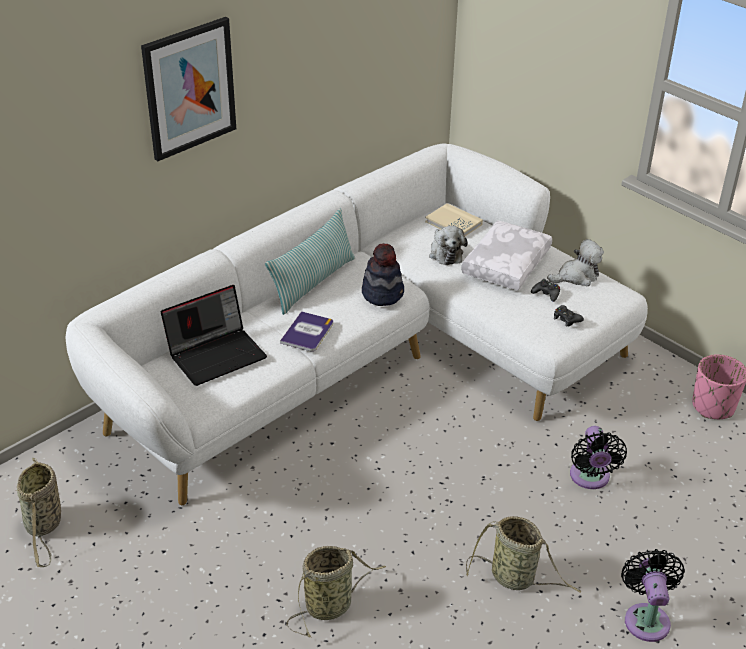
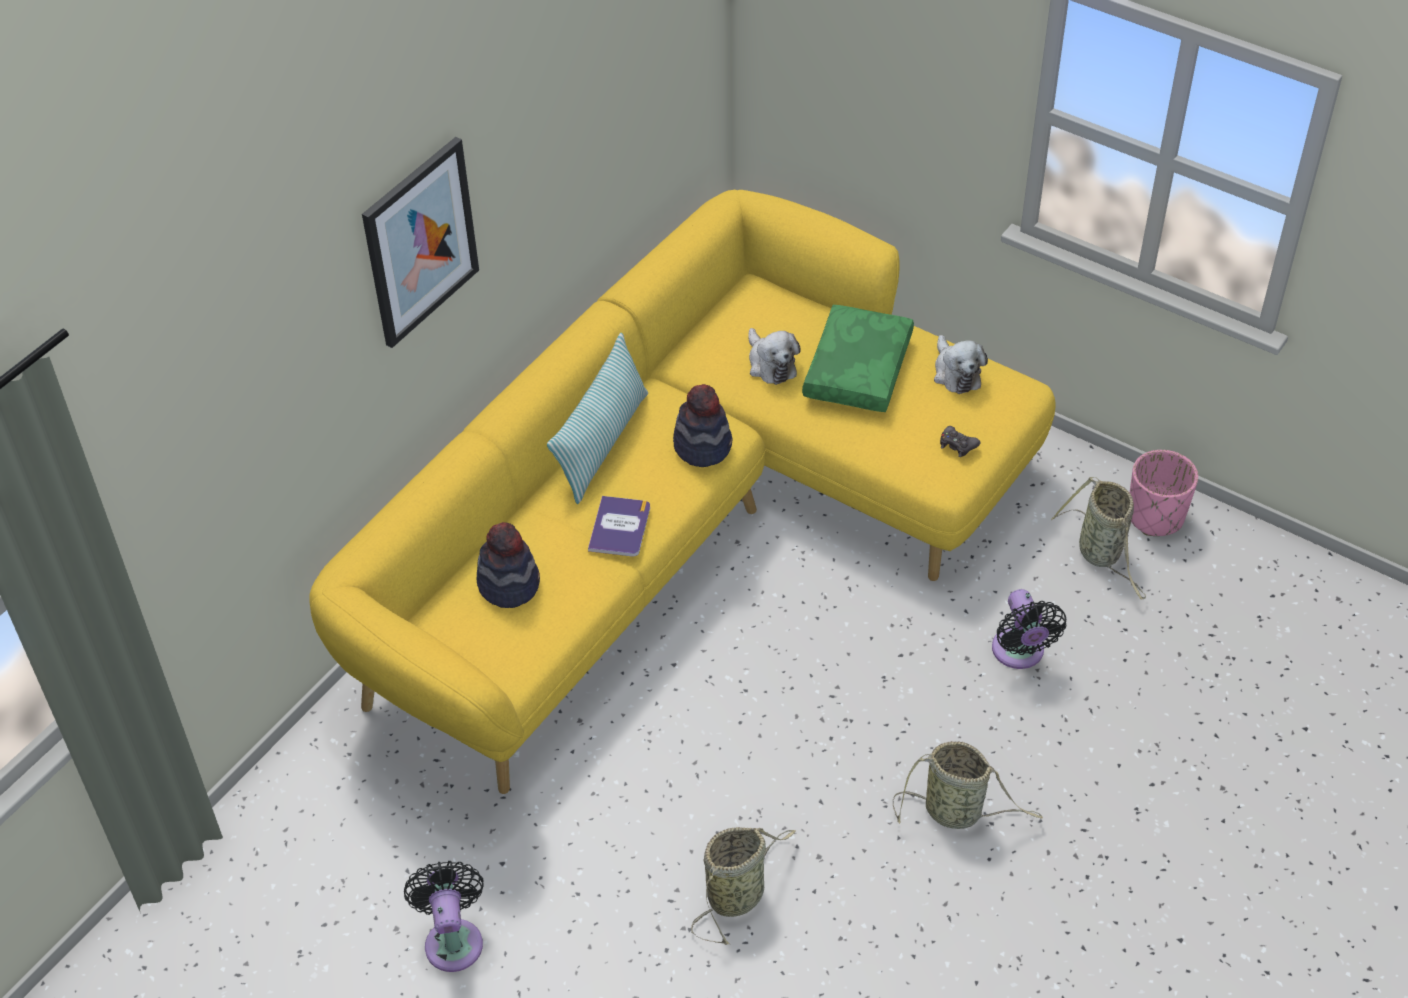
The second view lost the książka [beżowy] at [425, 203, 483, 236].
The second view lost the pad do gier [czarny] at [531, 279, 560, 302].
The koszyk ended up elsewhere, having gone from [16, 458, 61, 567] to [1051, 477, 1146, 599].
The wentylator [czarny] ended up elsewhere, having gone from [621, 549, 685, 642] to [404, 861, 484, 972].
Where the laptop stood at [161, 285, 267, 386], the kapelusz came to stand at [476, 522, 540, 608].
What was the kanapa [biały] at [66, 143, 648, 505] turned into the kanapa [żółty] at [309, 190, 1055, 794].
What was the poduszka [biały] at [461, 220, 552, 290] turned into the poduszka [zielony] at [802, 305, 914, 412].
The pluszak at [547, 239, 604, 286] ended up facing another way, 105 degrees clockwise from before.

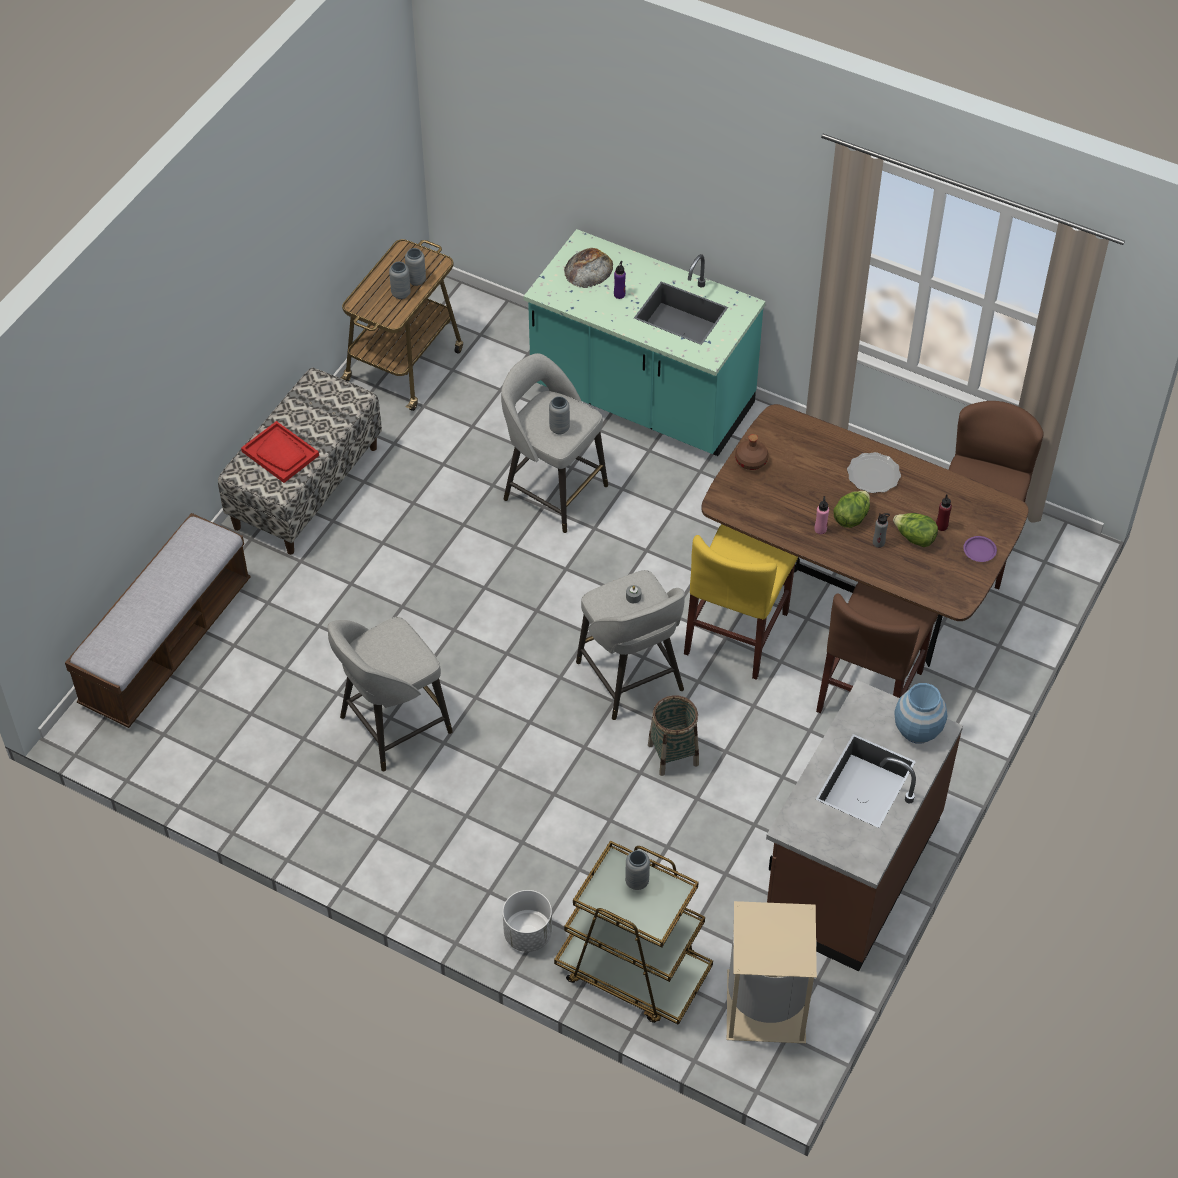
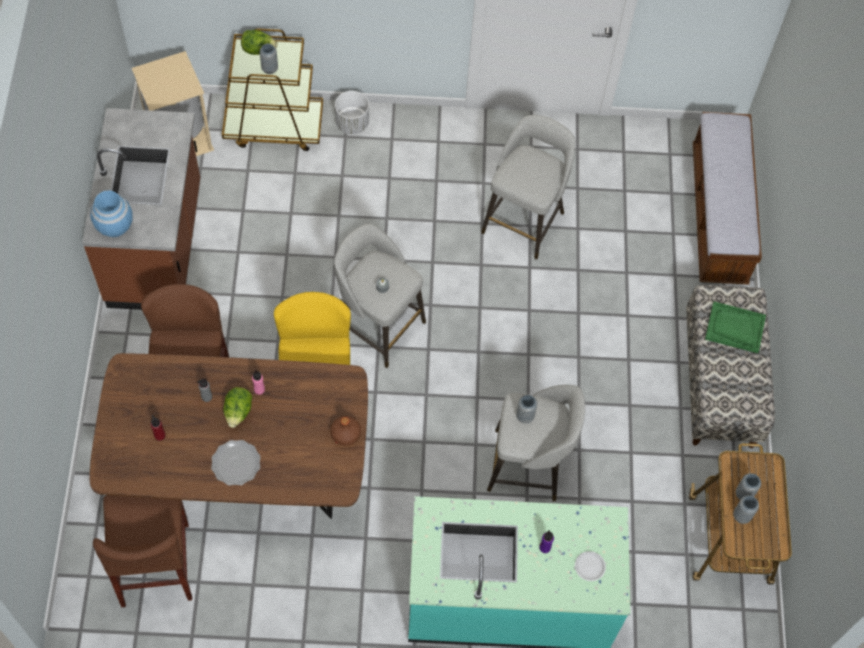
The second view lost the koszyk at [648, 695, 699, 776].
The second view lost the talerz [fioletowy] at [963, 536, 997, 562].
The sałata ended up elsewhere, having gone from [893, 513, 938, 547] to [241, 30, 278, 55].
Where the chleb stood at [564, 248, 613, 288], the talerz [biały] came to stand at [575, 551, 606, 581].
What was the taca [czerwony] at [241, 421, 319, 483] turned into the taca [zielony] at [705, 301, 766, 353].

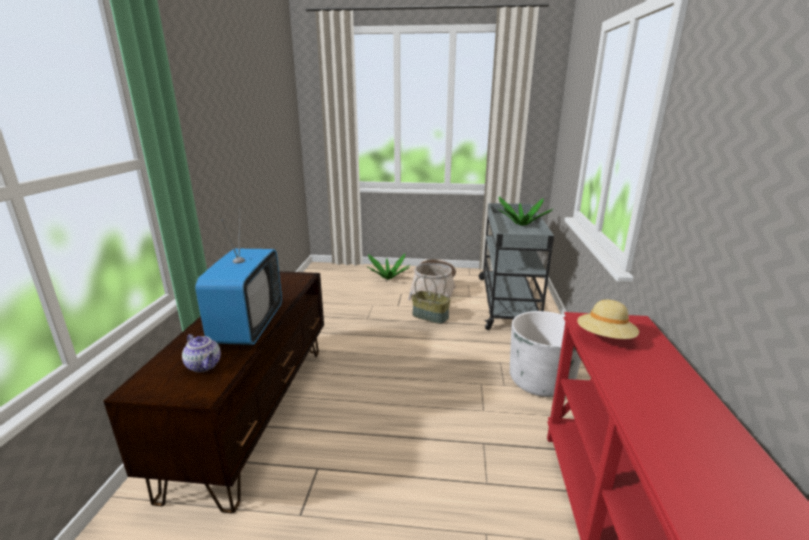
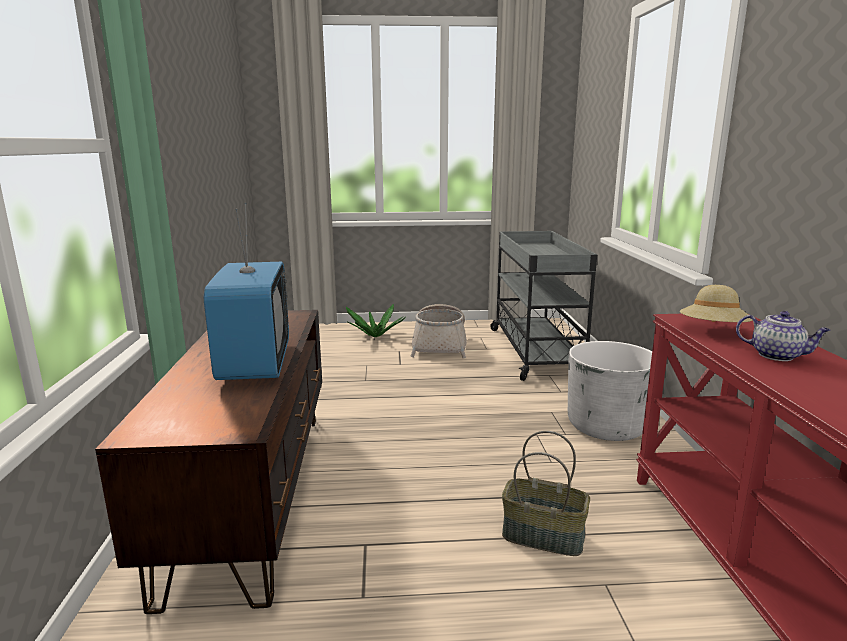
The second view lost the roślina doniczkowa at [497, 196, 553, 226].
The imbryk ended up elsewhere, having gone from [182, 334, 221, 372] to [736, 311, 831, 361].
The koszyk ended up elsewhere, having gone from [412, 269, 451, 324] to [502, 431, 590, 556].

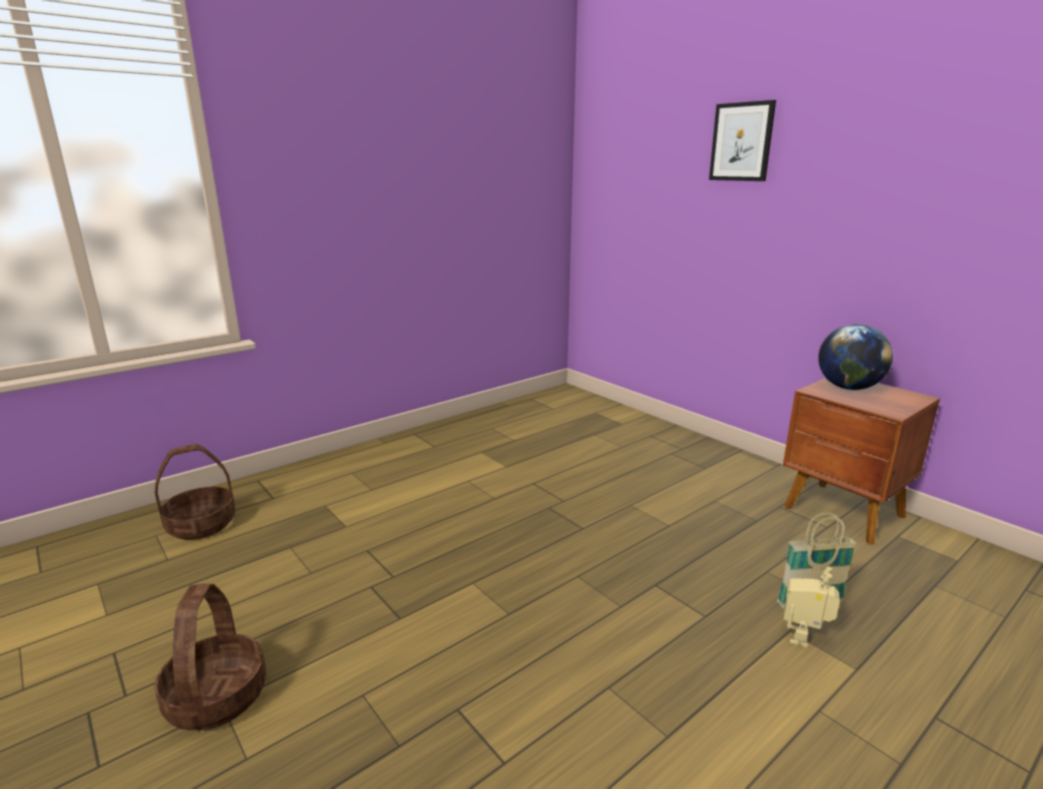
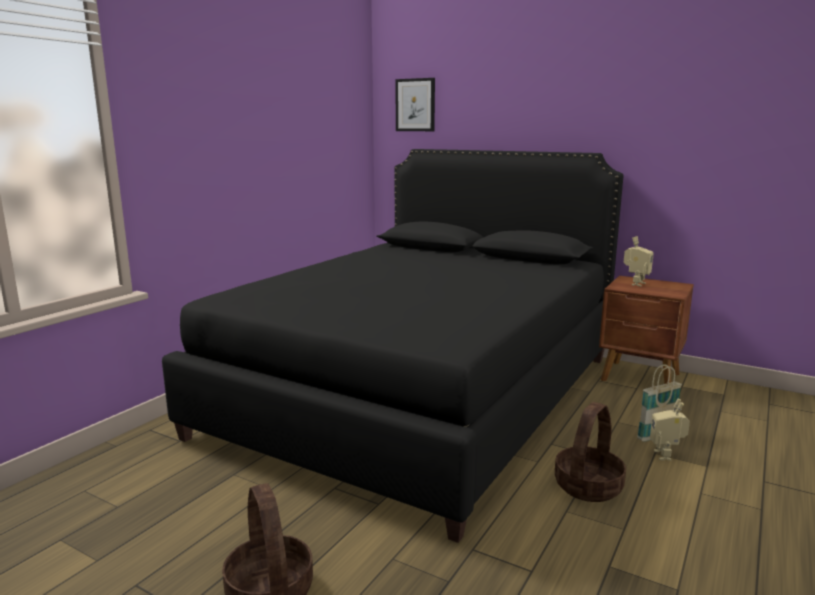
The second view gained the łóżko [czarny] at [162, 149, 624, 543].
The koszyk ended up elsewhere, having gone from [155, 444, 235, 540] to [555, 402, 626, 502].
The obraz ended up elsewhere, having gone from [709, 100, 776, 181] to [396, 78, 435, 131].
Where the globus stood at [818, 324, 893, 390], the robot zabawkowy came to stand at [624, 236, 654, 286].

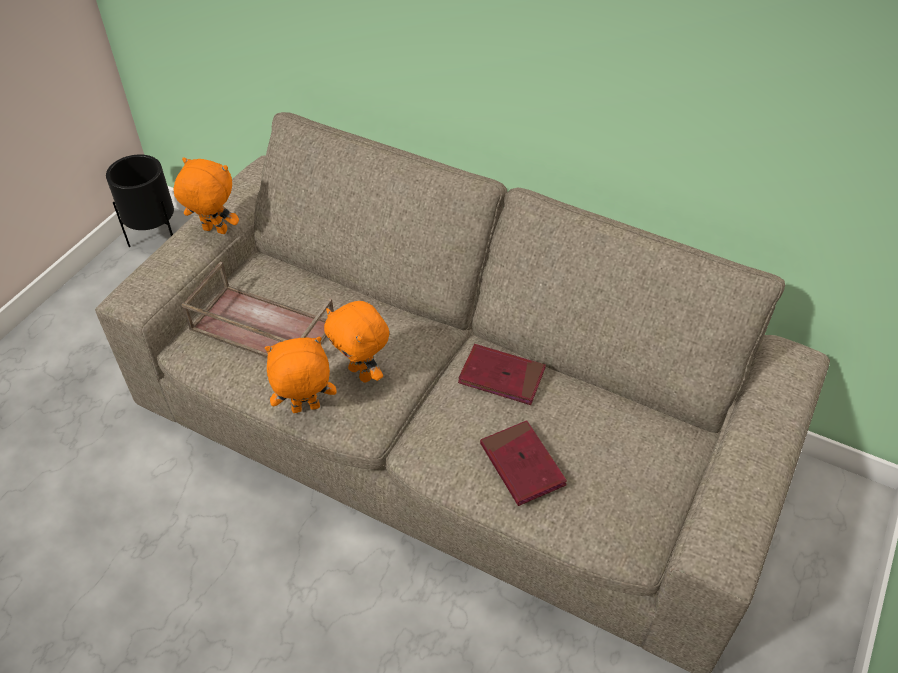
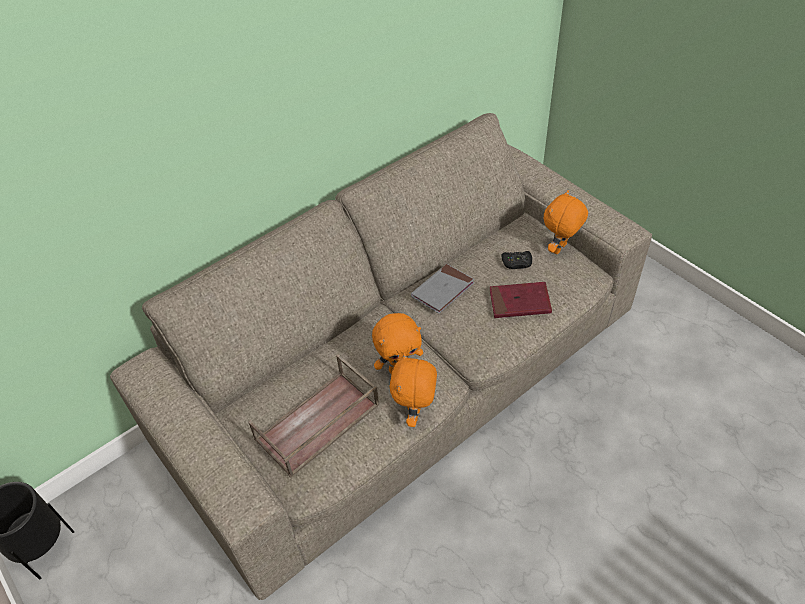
The second view gained the pad do gier [czarny] at [502, 251, 532, 269].
The pluszak [pomarańczowy] ended up elsewhere, having gone from [174, 157, 239, 234] to [544, 190, 588, 254].
What was the książka [czerwony] at [458, 344, 546, 405] turned into the książka [szary] at [411, 264, 475, 314].

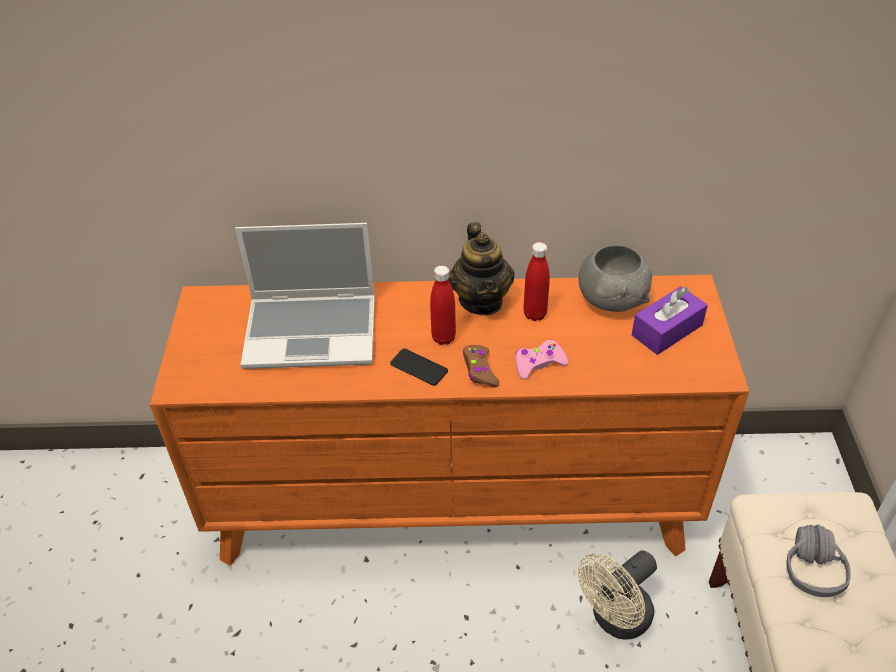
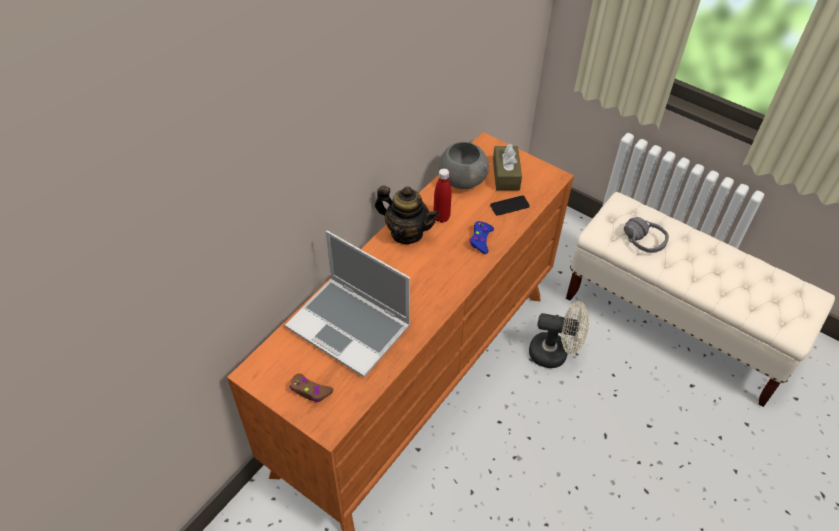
The second view lost the butelka [czerwony] at [430, 266, 456, 345].
The telefon ended up elsewhere, having gone from [390, 348, 448, 386] to [490, 195, 530, 216].
The pad do gier [brązowy] ended up elsewhere, having gone from [463, 345, 499, 387] to [289, 373, 334, 402].
What was the pad do gier [różowy] at [515, 340, 568, 379] turned into the pad do gier [niebieski] at [469, 221, 494, 254].
What was the pudełko chusteczek [fioletowy] at [632, 286, 708, 355] turned into the pudełko chusteczek [brązowy] at [493, 143, 522, 190].
The laptop at [235, 223, 375, 369] ended up facing another way, 90 degrees clockwise from before.
The wentylator [beżowy] at [578, 550, 657, 640] ended up facing another way, 75 degrees counterclockwise from before.

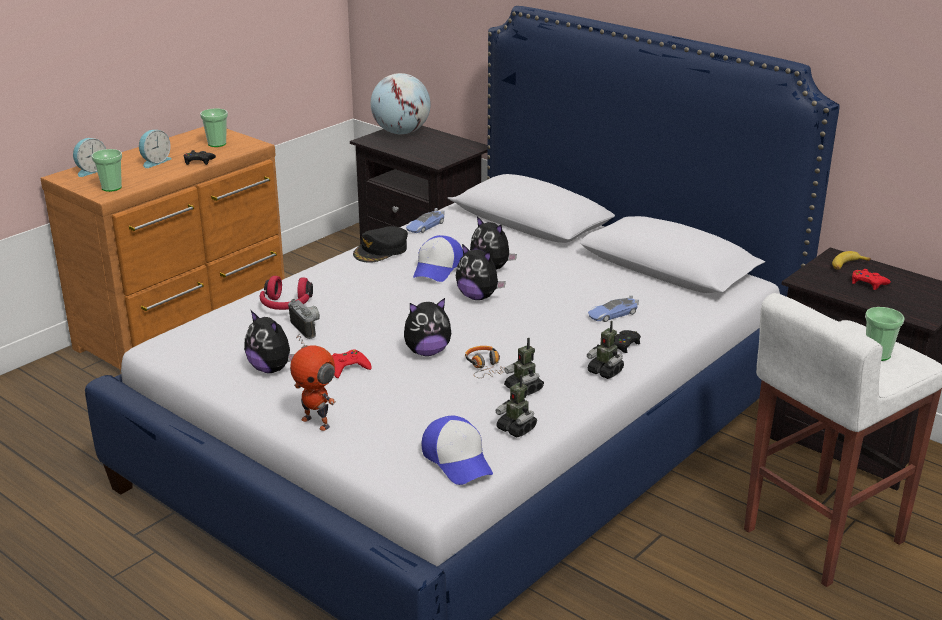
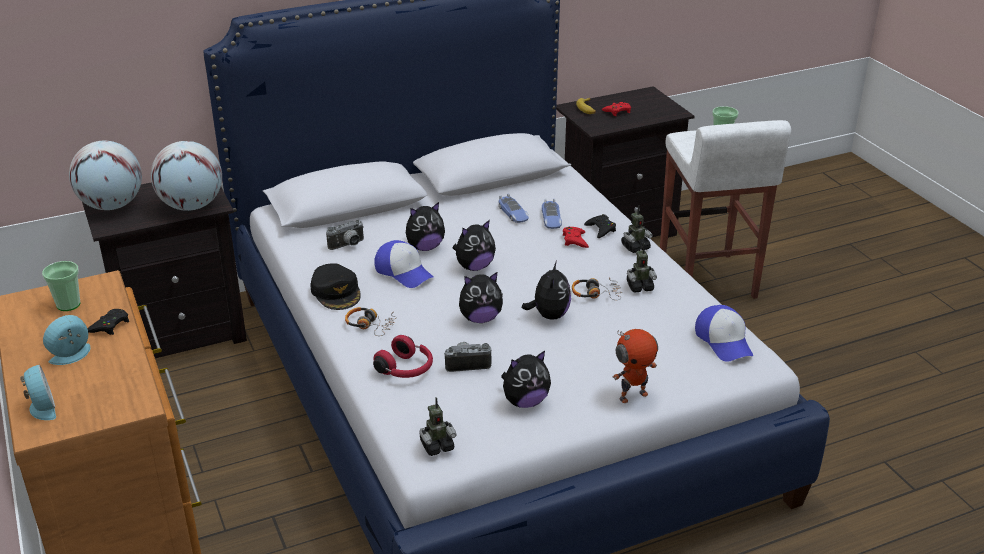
The second view lost the filiżanka at [92, 149, 122, 192].
The second view gained the globus at [151, 141, 222, 211].
The second view gained the aparat fotograficzny at [326, 220, 364, 250].
The second view gained the słuchawki at [345, 307, 397, 336].
The second view gained the pluszak at [459, 272, 503, 323].
The pad do gier [czerwony] ended up elsewhere, having gone from [331, 350, 372, 378] to [563, 227, 589, 248].
The samochodzik ended up elsewhere, having gone from [406, 208, 444, 233] to [499, 193, 529, 223].
The robot zabawkowy ended up elsewhere, having gone from [495, 375, 537, 437] to [420, 397, 456, 456].
The budzik at [139, 130, 172, 168] ended up facing another way, 105 degrees counterclockwise from before.
The czapka z daszkiem at [422, 416, 493, 485] ended up facing another way, 75 degrees clockwise from before.

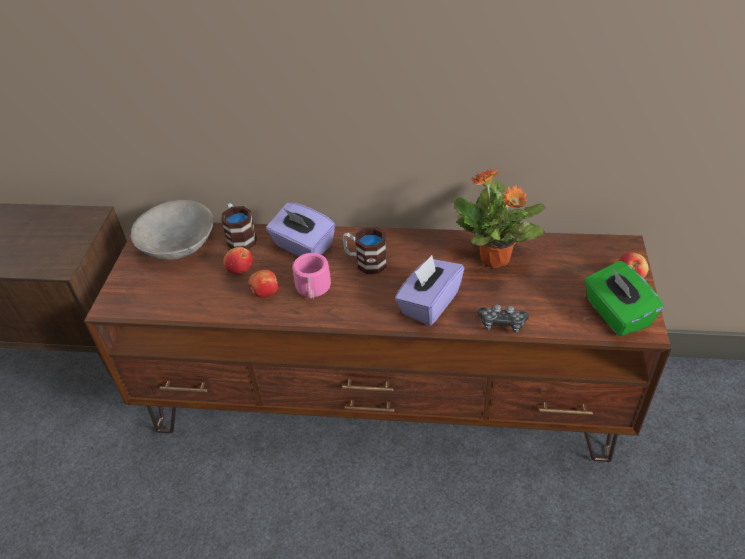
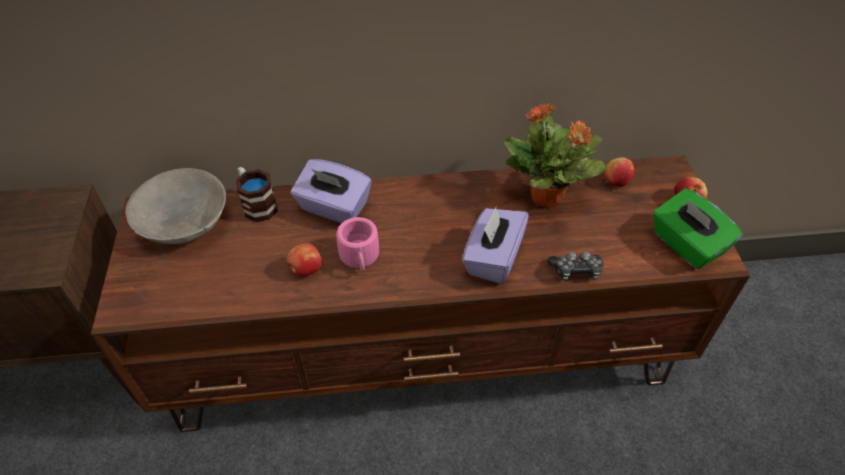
The second view lost the kubek at [342, 227, 387, 274].
The jabłko ended up elsewhere, having gone from [223, 247, 252, 274] to [604, 157, 635, 187].

